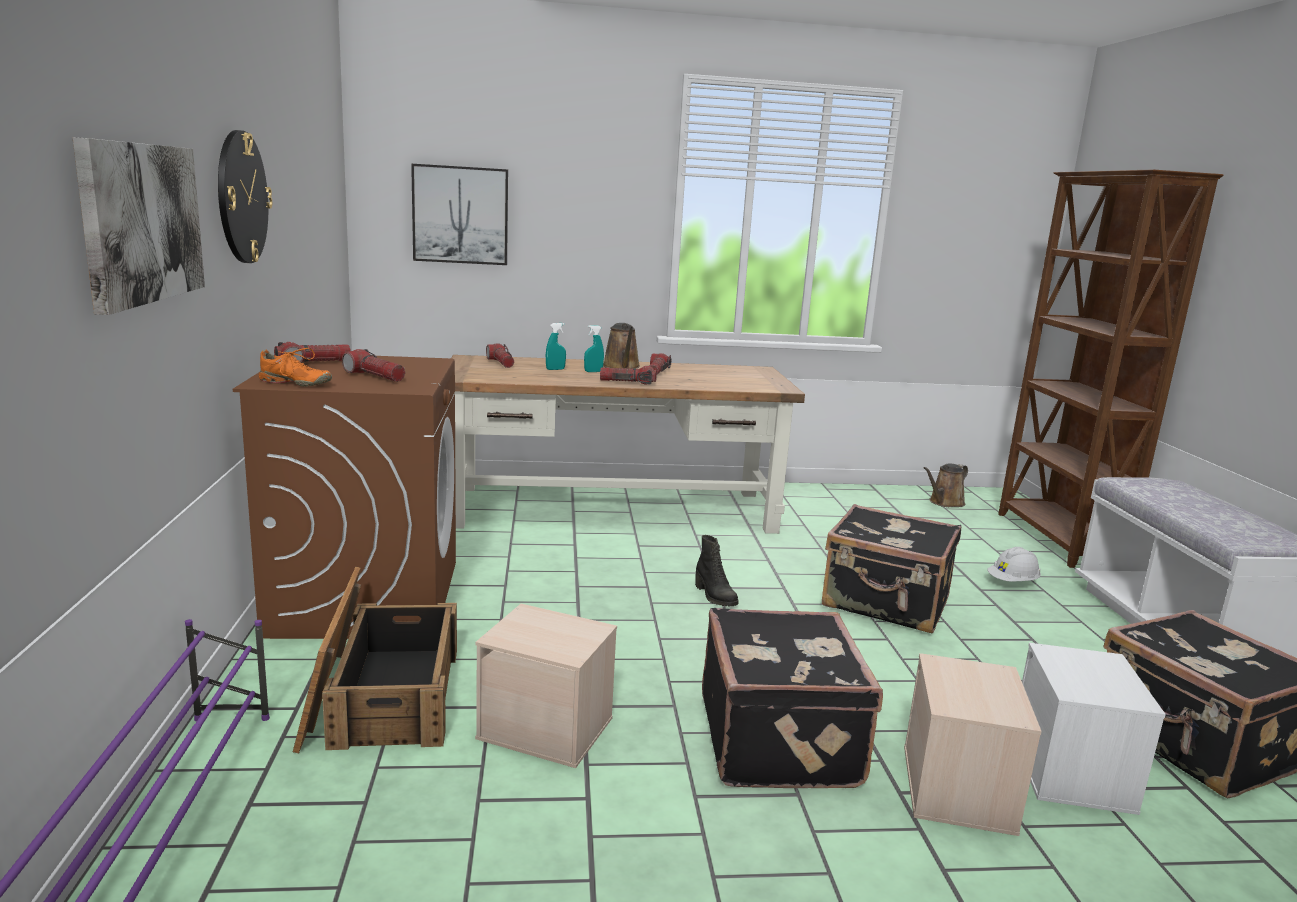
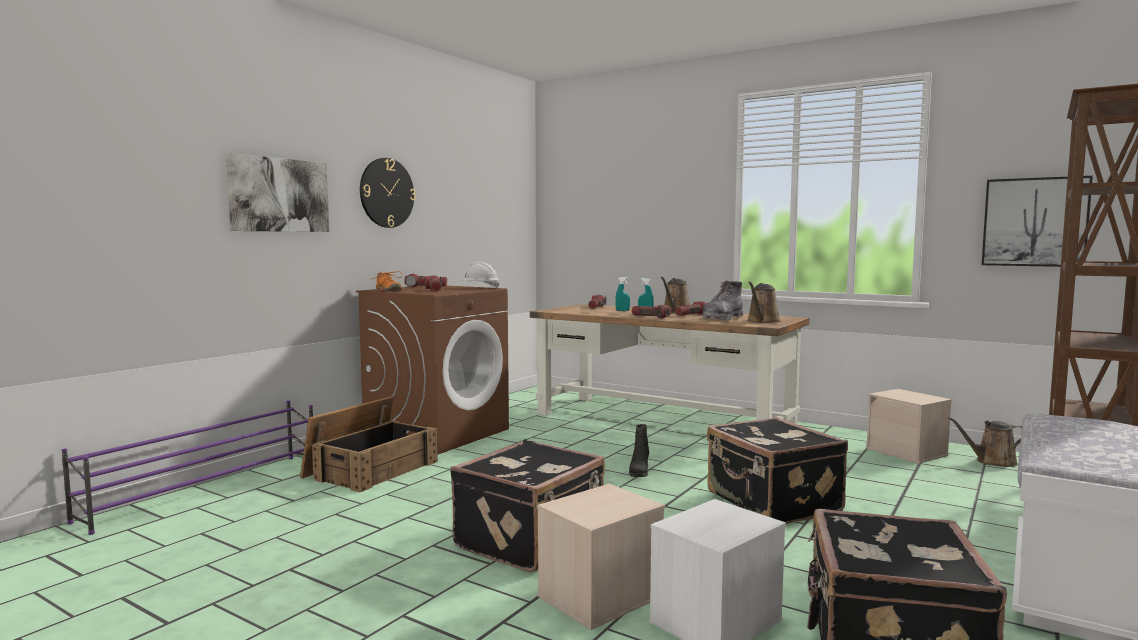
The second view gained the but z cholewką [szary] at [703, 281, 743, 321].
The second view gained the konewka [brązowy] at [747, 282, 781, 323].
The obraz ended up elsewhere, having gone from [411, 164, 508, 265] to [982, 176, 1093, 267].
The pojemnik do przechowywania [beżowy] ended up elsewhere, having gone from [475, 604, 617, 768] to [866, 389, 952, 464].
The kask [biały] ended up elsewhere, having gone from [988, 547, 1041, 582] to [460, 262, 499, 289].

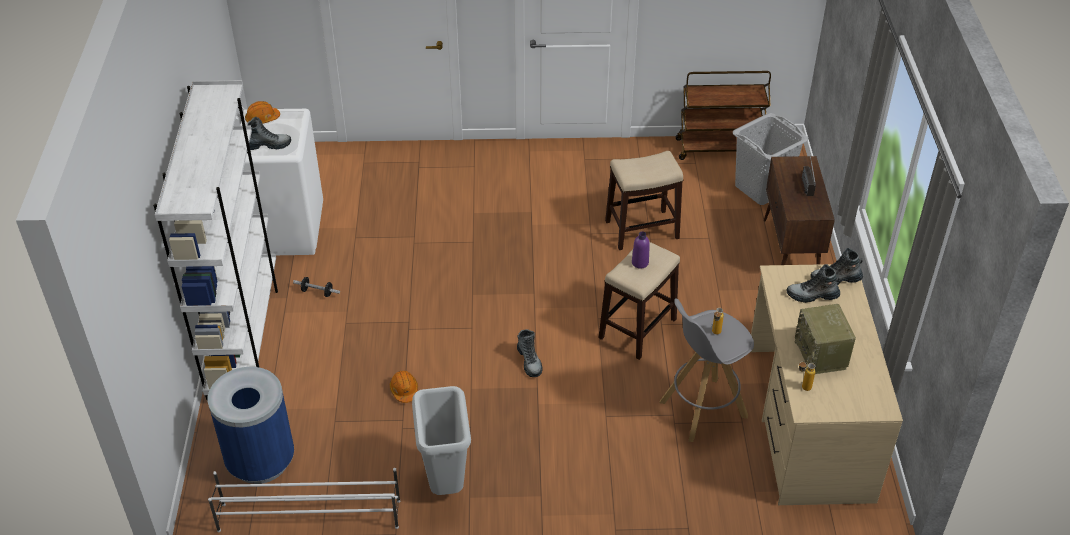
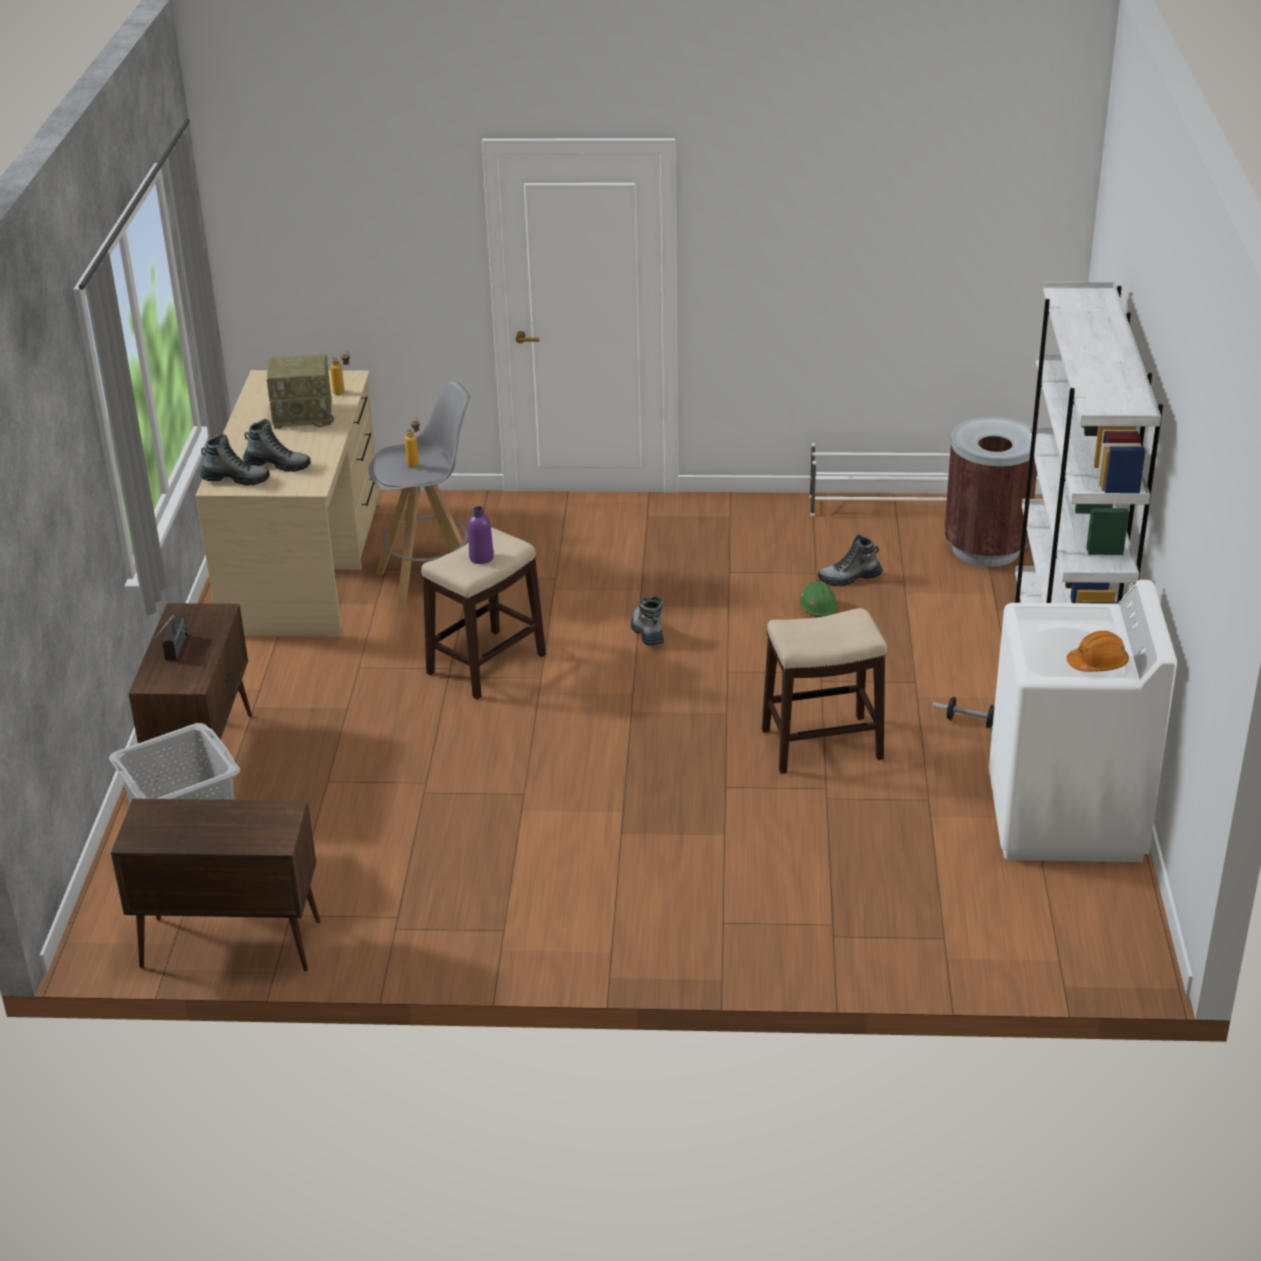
The second view lost the kosz na śmieci [szary] at [412, 386, 471, 495].
The but z cholewką ended up elsewhere, having gone from [247, 117, 291, 150] to [818, 534, 883, 586].
The stołek ended up elsewhere, having gone from [605, 151, 683, 250] to [762, 608, 887, 774].
Where the wózek [brązowy] stood at [676, 71, 771, 160], the szafka [brązowy] came to stand at [111, 798, 320, 972].
What was the kosz na śmieci [niebieski] at [208, 367, 294, 484] turned into the kosz na śmieci [brązowy] at [944, 416, 1037, 567].
What was the kask [pomarańczowy] at [390, 371, 418, 403] turned into the kask [zielony] at [799, 581, 838, 617].
The radio at [795, 304, 856, 374] ended up facing another way, 90 degrees clockwise from before.

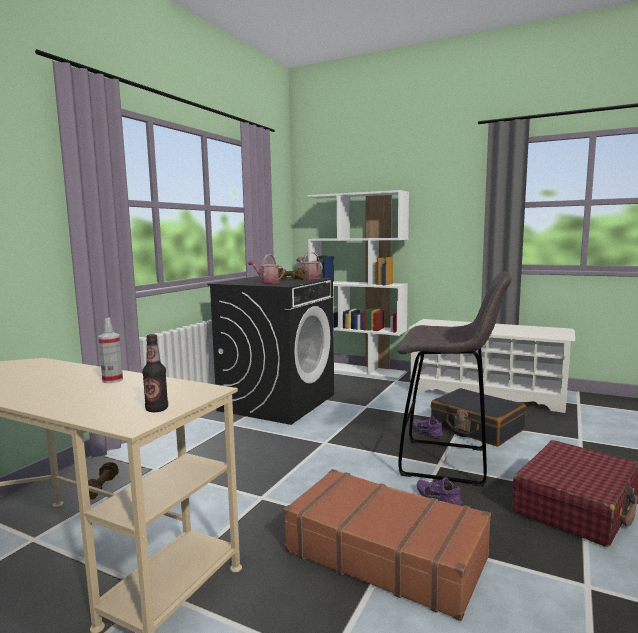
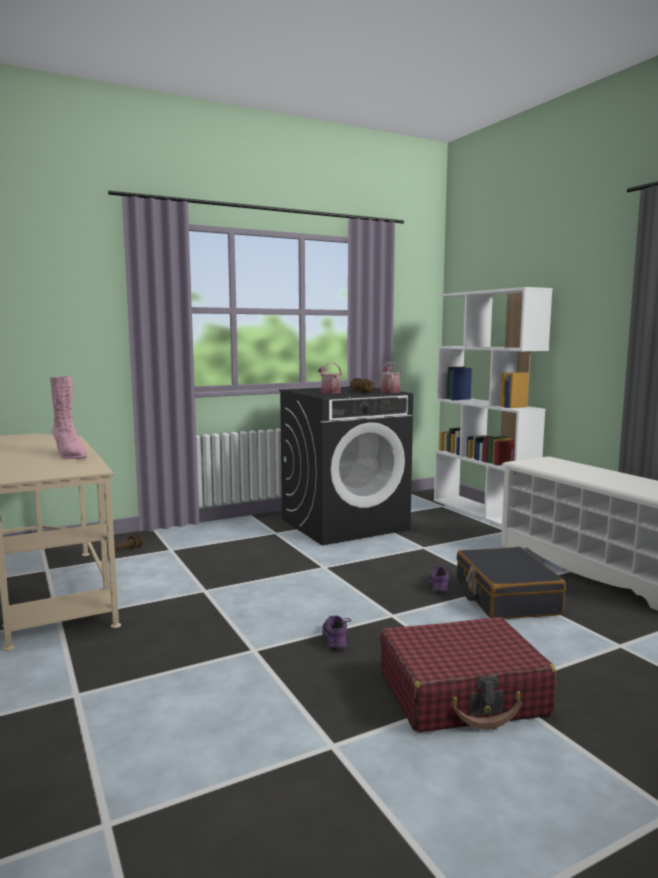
The second view lost the butelka at [142, 334, 168, 412].
The second view lost the walizka [brązowy] at [283, 469, 491, 621].
The second view lost the stołek [szary] at [397, 271, 512, 487].
Where the spryskiwacz stood at [98, 318, 123, 383], the but z cholewką [różowy] came to stand at [50, 376, 87, 459].

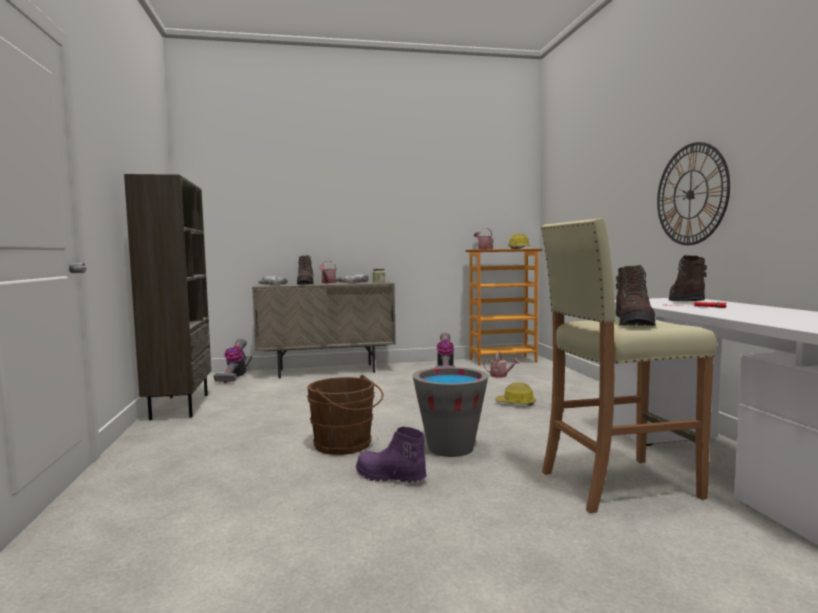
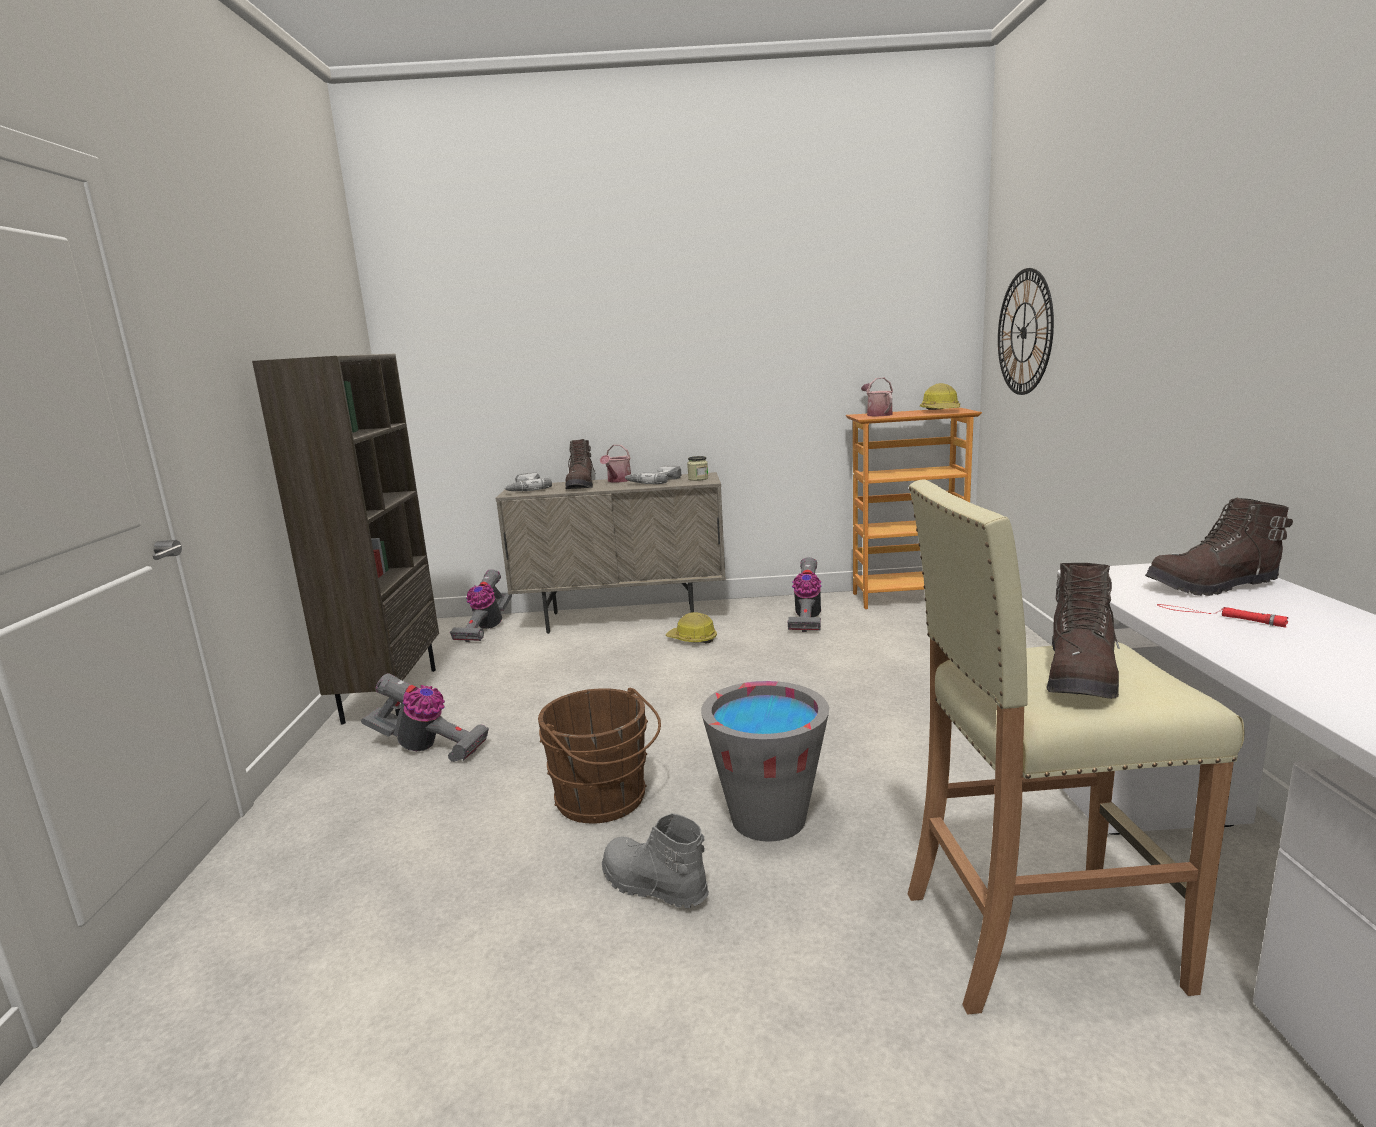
The second view lost the konewka at [483, 352, 520, 378].
The second view gained the odkurzacz at [361, 673, 489, 762].
The kask ended up elsewhere, having gone from [495, 382, 536, 406] to [666, 612, 717, 644].
The zegar ścienny ended up elsewhere, having gone from [657, 142, 730, 245] to [998, 268, 1054, 395].
What was the but z cholewką [fioletowy] at [356, 426, 427, 483] turned into the but z cholewką [szary] at [602, 813, 709, 908].
The but z cholewką [brązowy] at [669, 255, 707, 301] ended up facing another way, 120 degrees counterclockwise from before.

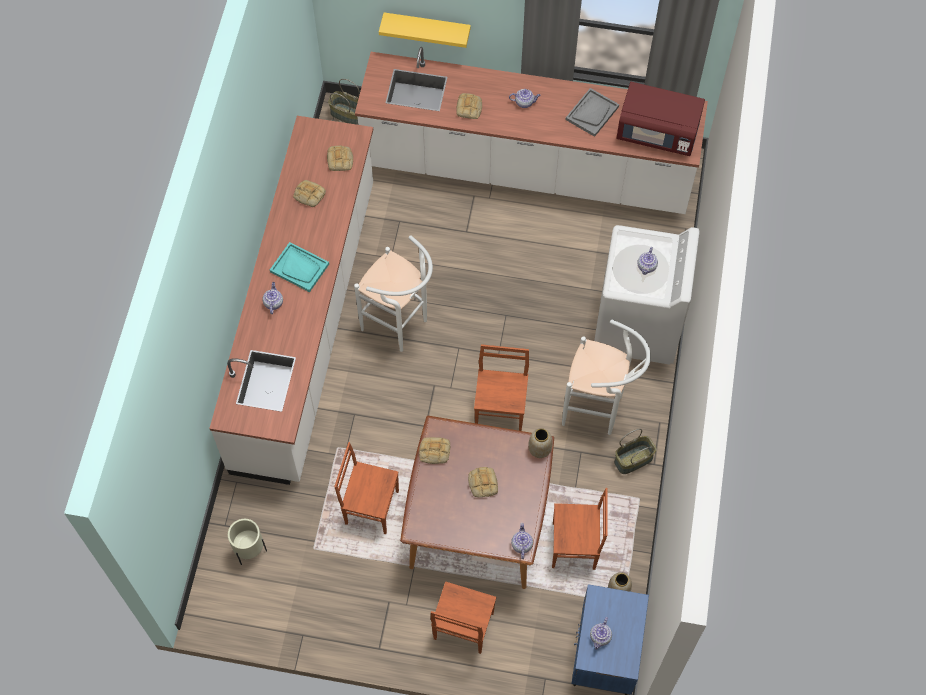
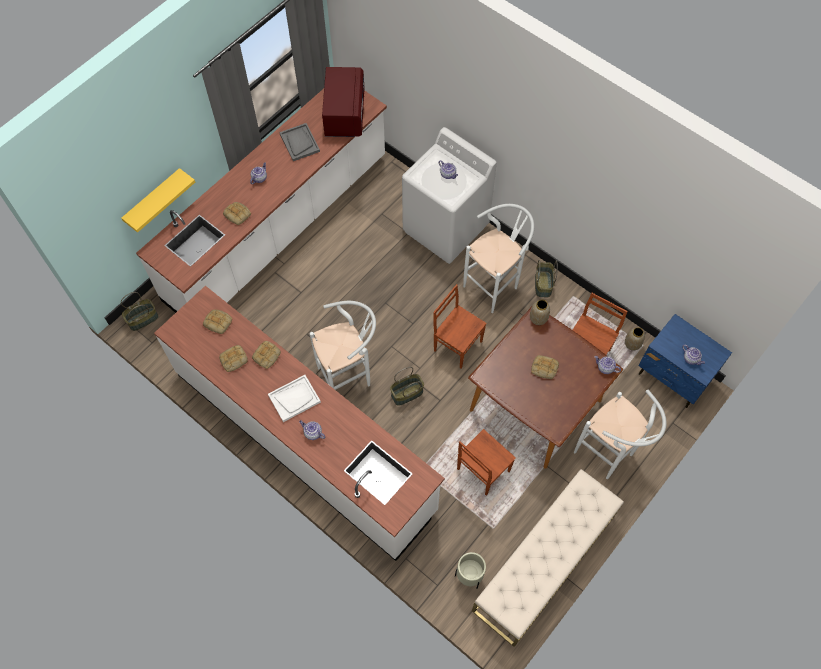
The second view gained the koszyk at [390, 367, 424, 406].
The second view gained the ławka [beżowy] at [472, 469, 624, 647].
The chleb ended up elsewhere, having gone from [419, 437, 450, 464] to [252, 341, 281, 369].
Where the krzesło [brązowy] stood at [431, 582, 497, 654], the stołek [biały] came to stand at [574, 390, 667, 479].
What was the taca [turkusowy] at [270, 242, 329, 292] turned into the taca [biały] at [268, 375, 321, 422].
The mikrofalówka [czerwony] at [616, 82, 705, 156] ended up facing another way, 45 degrees counterclockwise from before.

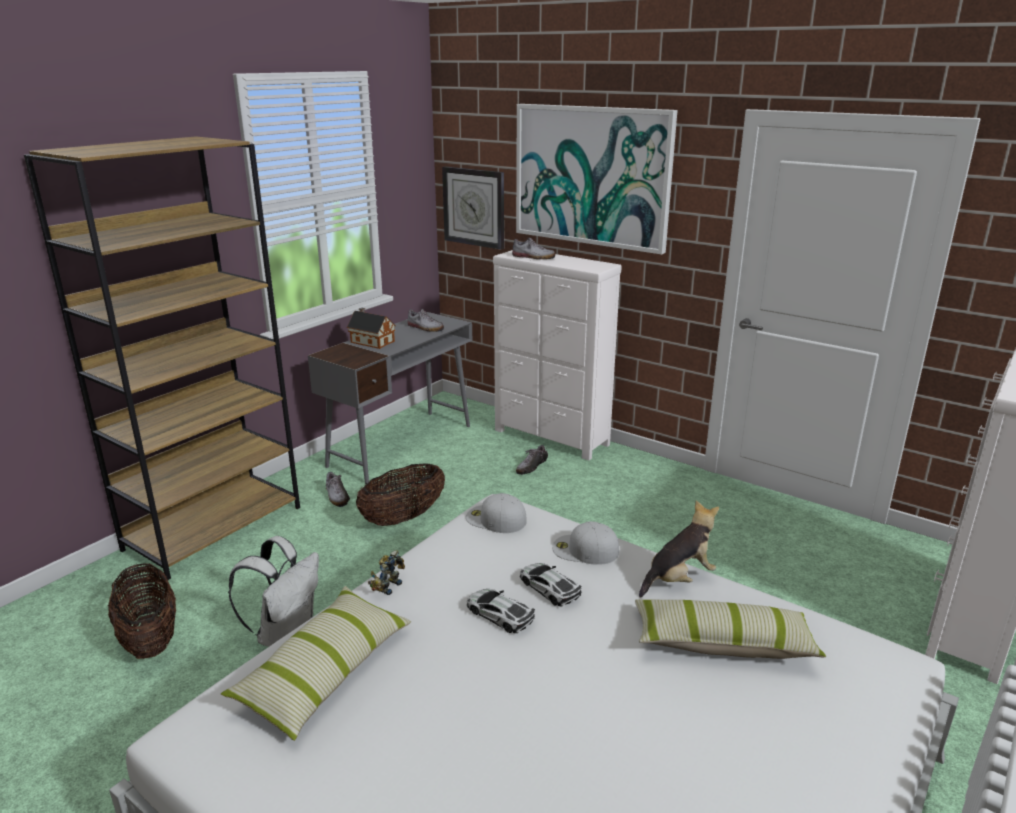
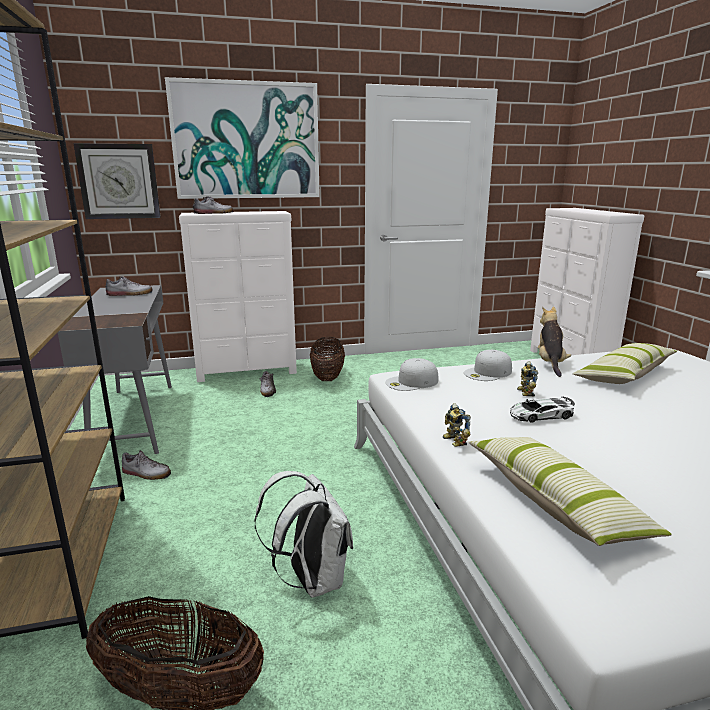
The second view lost the domek at [347, 308, 395, 349].
The koszyk ended up elsewhere, having gone from [356, 463, 445, 526] to [310, 337, 345, 381].
Where the samochodzik stood at [520, 563, 582, 607], the robot zabawkowy came to stand at [517, 361, 538, 397].

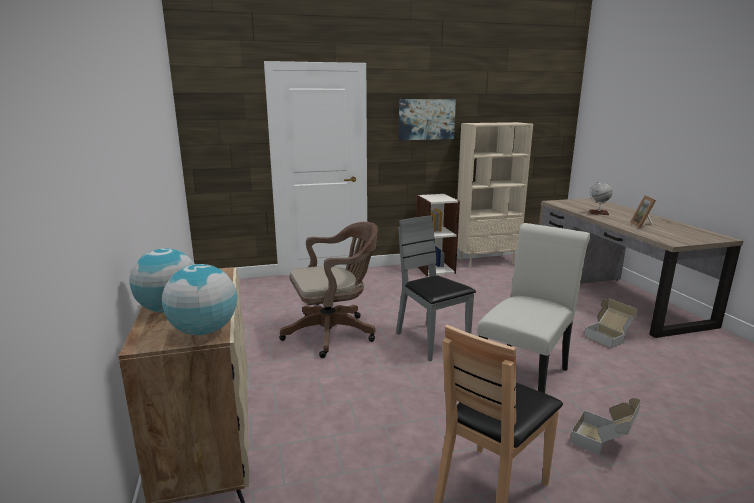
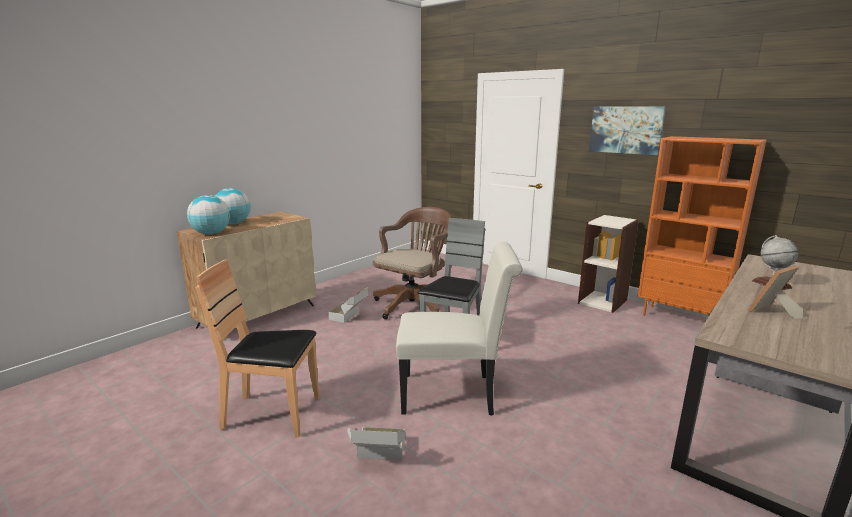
The karton ended up elsewhere, having gone from [584, 299, 637, 348] to [329, 287, 368, 323].
What was the regał [beżowy] at [457, 122, 533, 268] turned into the regał [pomarańczowy] at [637, 136, 766, 316].
The krzesło biurowe [brązowy] at [279, 222, 378, 358] ended up facing another way, 90 degrees counterclockwise from before.

